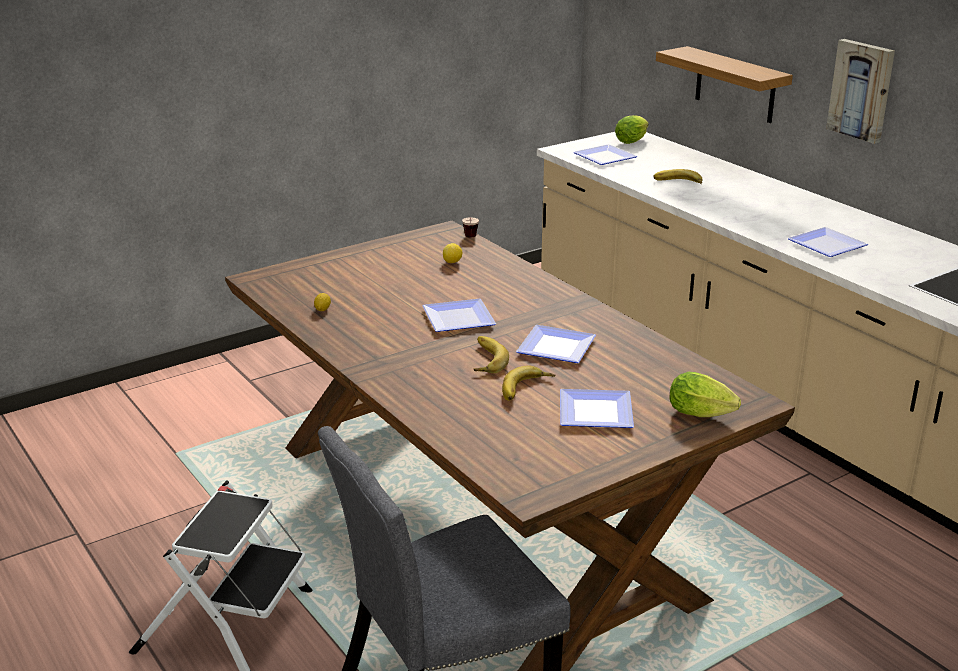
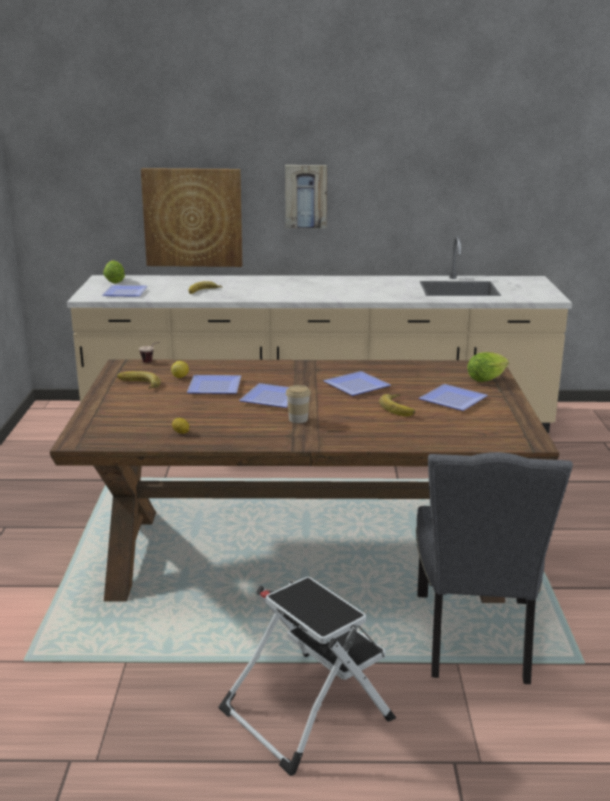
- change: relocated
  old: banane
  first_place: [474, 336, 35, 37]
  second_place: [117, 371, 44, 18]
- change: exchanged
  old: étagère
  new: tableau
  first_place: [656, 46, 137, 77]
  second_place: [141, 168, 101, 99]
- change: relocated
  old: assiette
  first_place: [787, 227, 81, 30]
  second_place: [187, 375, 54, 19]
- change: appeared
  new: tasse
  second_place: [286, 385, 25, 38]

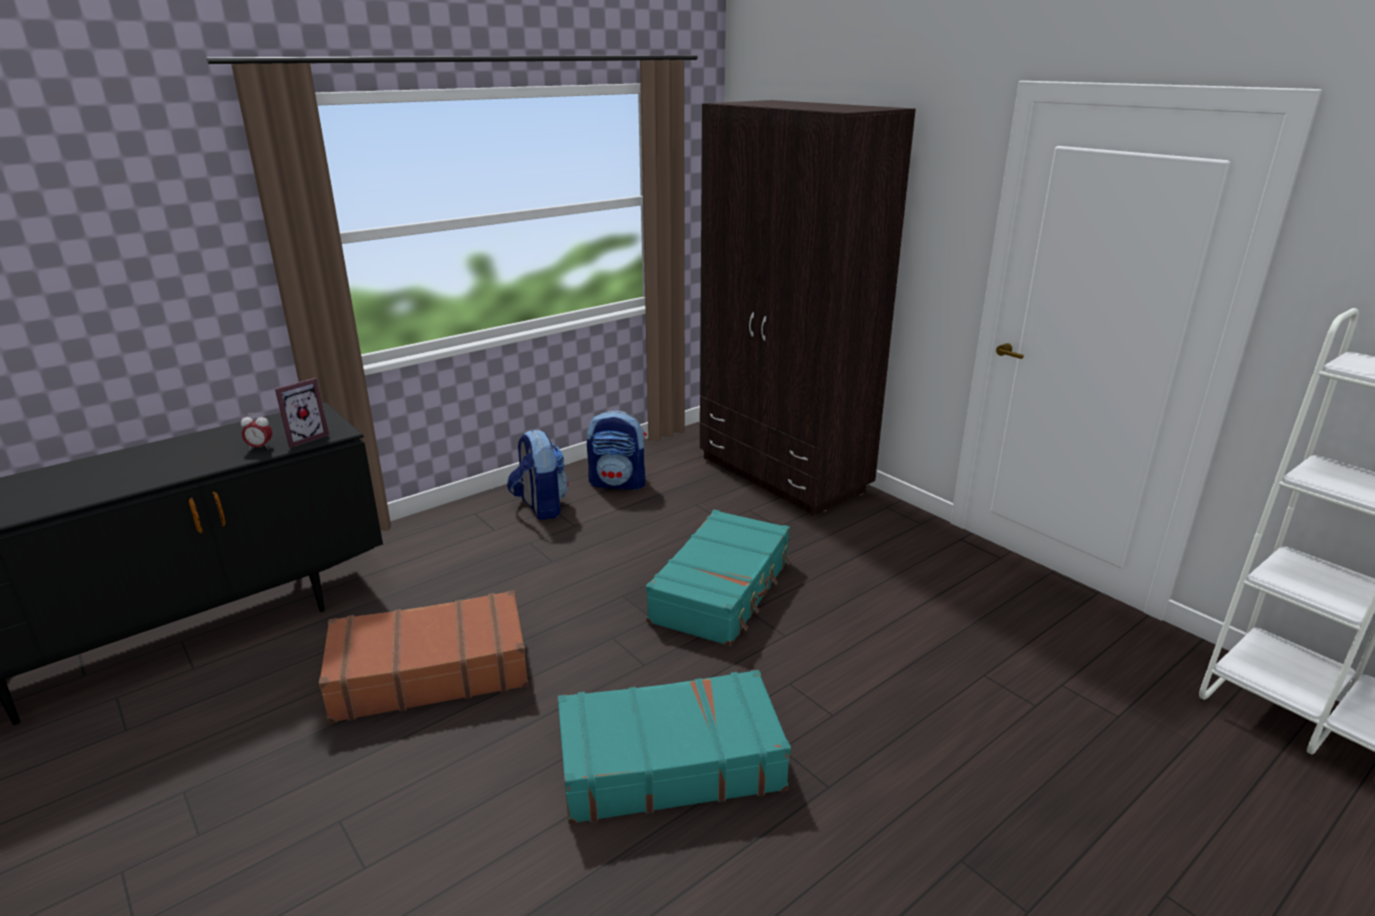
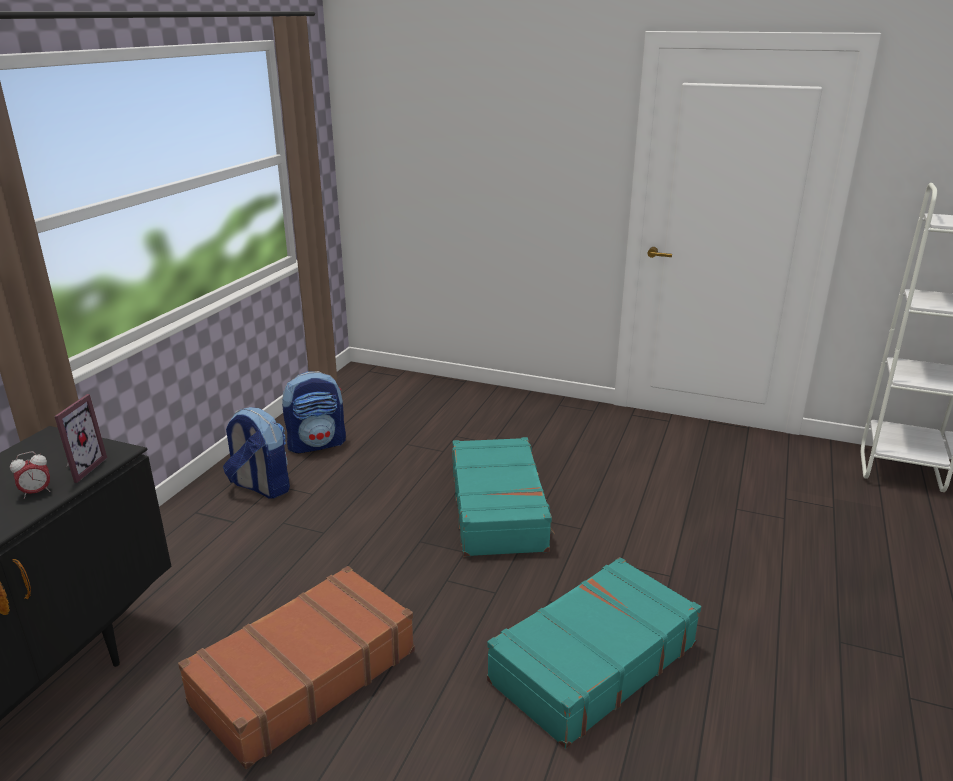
- change: missing
  old: armoire (marron)
  first_place: [700, 100, 216, 416]

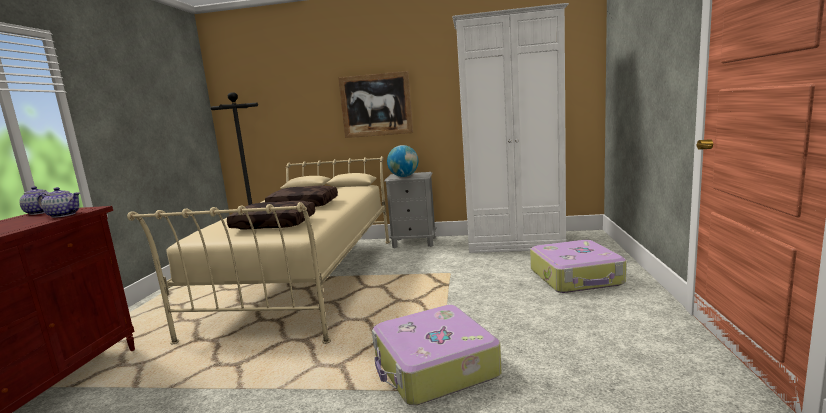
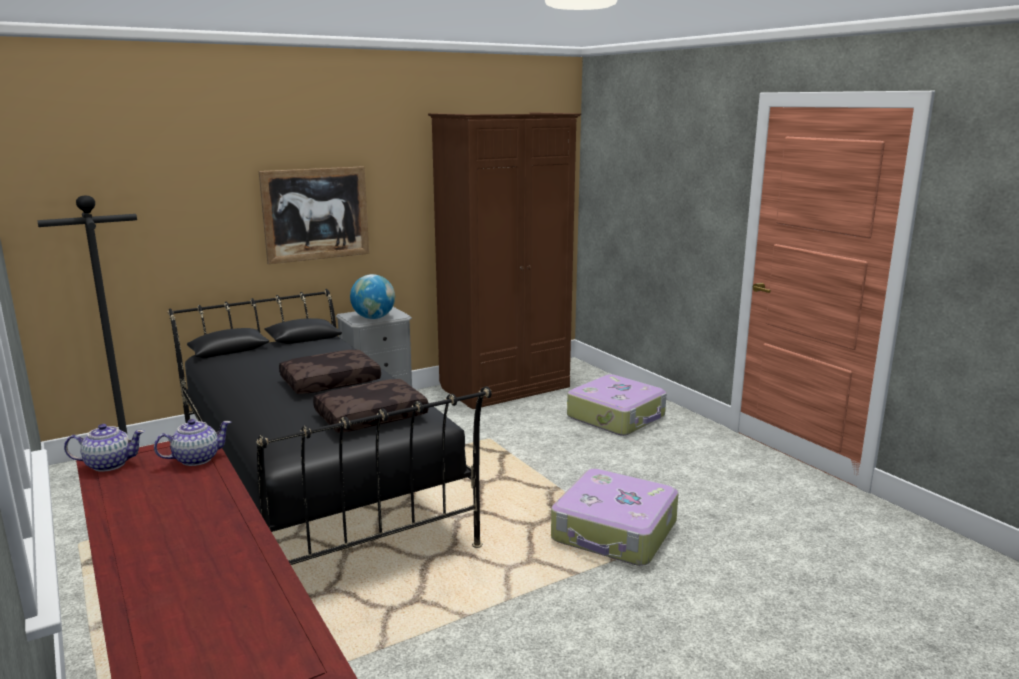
- change: colour
  old: lit (beige)
  new: lit (noir)
  first_place: [127, 156, 263, 189]
  second_place: [168, 289, 324, 276]
- change: colour
  old: armoire (blanc)
  new: armoire (marron)
  first_place: [452, 3, 117, 250]
  second_place: [428, 113, 153, 296]

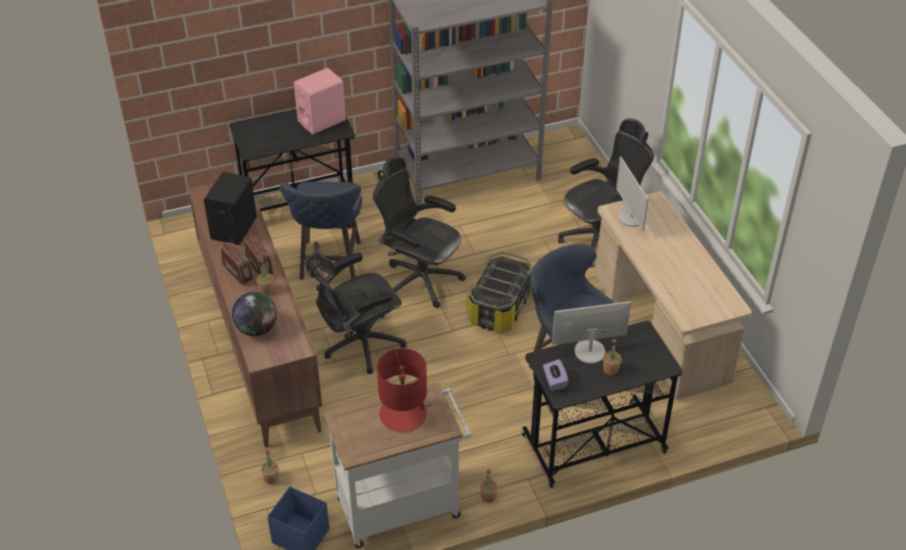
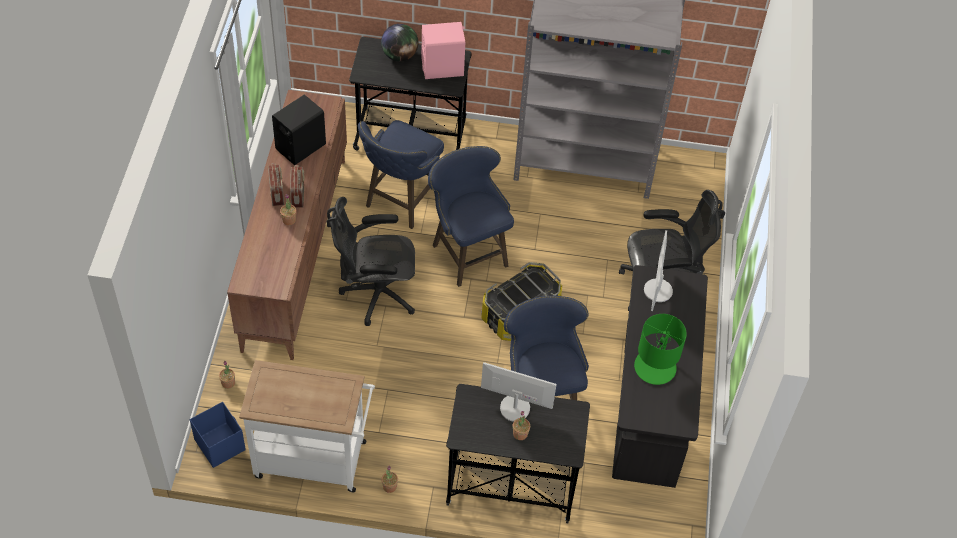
- change: relocated
  old: globe
  first_place: [232, 292, 45, 44]
  second_place: [381, 24, 38, 38]
- change: exchanged
  old: chaise de bureau
  new: tabouret (bleu)
  first_place: [373, 156, 93, 152]
  second_place: [428, 146, 86, 141]
- change: missing
  old: lampe de table (rouge)
  first_place: [377, 348, 55, 84]
- change: missing
  old: boîte à mouchoirs (violet)
  first_place: [543, 359, 25, 32]
- change: colour
  old: bureau (beige)
  new: bureau (noir)
  first_place: [595, 191, 157, 209]
  second_place: [612, 265, 96, 223]
- change: appeared
  new: lampe de table (vert)
  second_place: [634, 314, 53, 71]

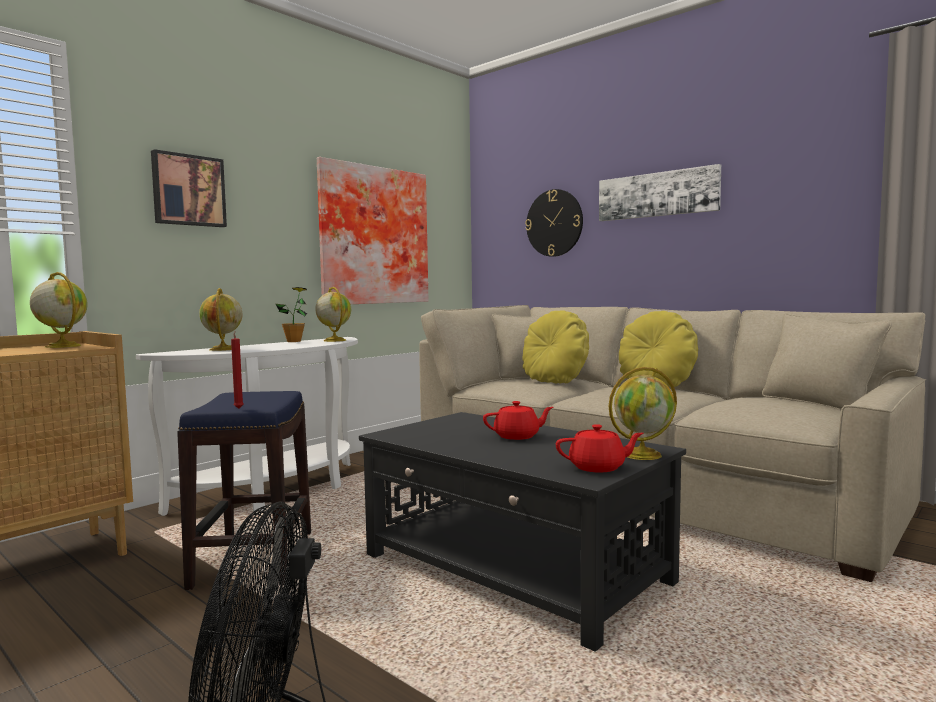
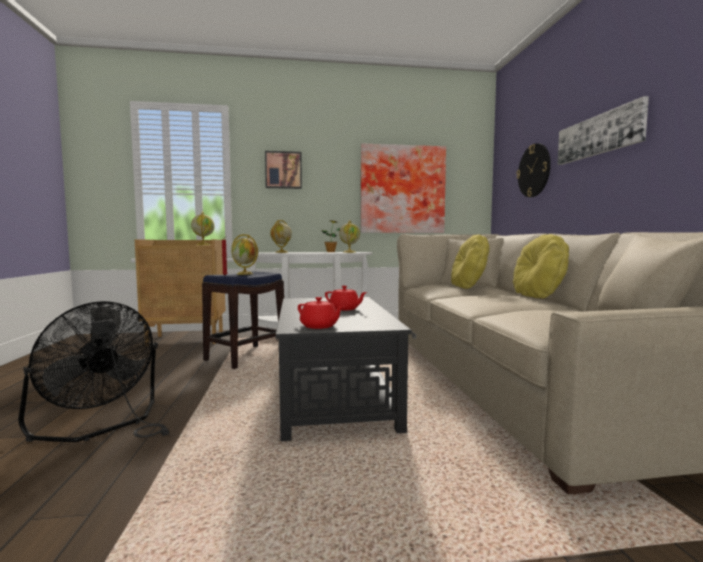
- change: relocated
  old: globe
  first_place: [608, 367, 69, 93]
  second_place: [231, 234, 27, 41]

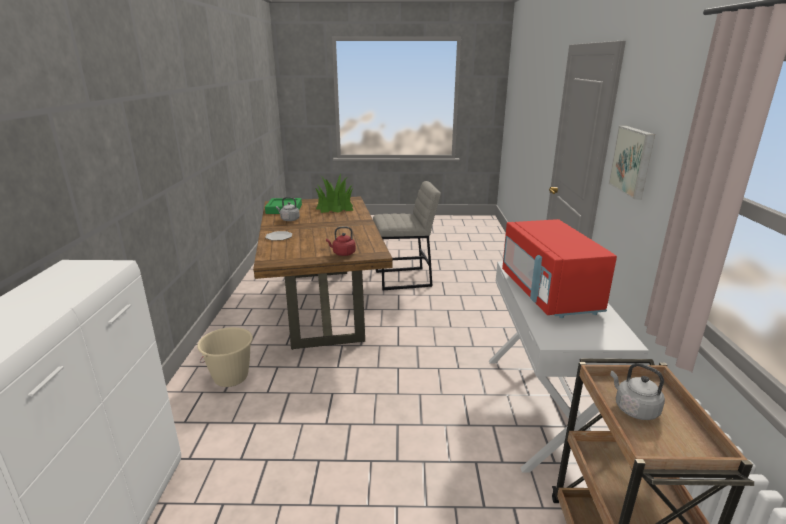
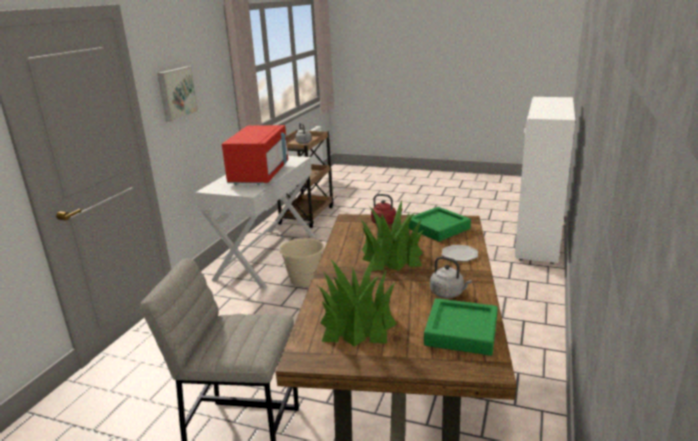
- change: relocated
  old: seau (beige)
  first_place: [197, 327, 56, 60]
  second_place: [279, 238, 45, 49]
- change: appeared
  new: plante en pot
  second_place: [361, 200, 63, 71]
- change: appeared
  new: plateau (vert)
  second_place: [409, 207, 62, 35]

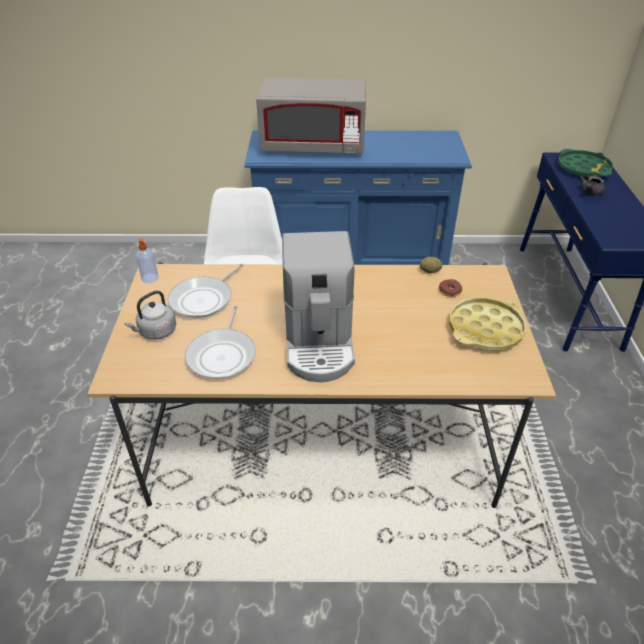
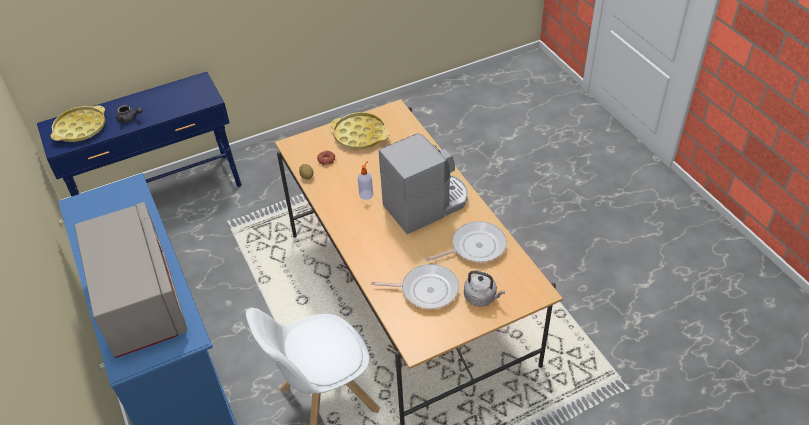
- change: relocated
  old: distributeur de savon
  first_place: [136, 238, 23, 45]
  second_place: [358, 161, 15, 39]
- change: colour
  old: plateau (vert)
  new: plateau (jaune)
  first_place: [558, 149, 55, 28]
  second_place: [51, 105, 55, 37]

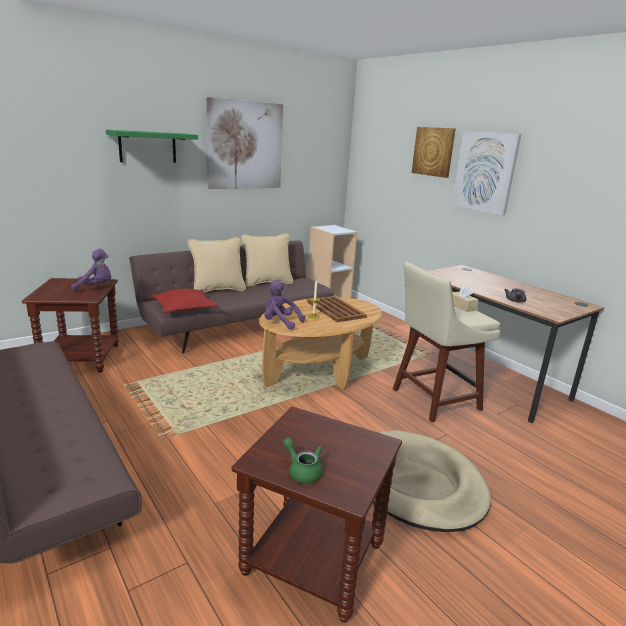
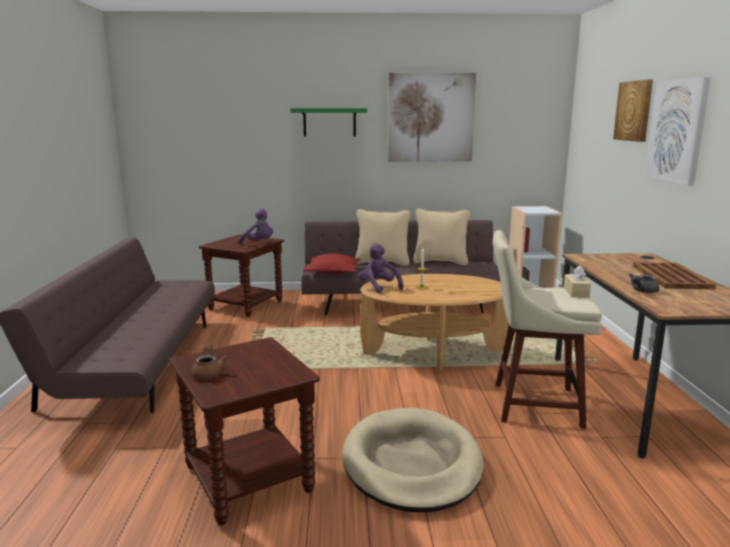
- change: colour
  old: théière (vert)
  new: théière (marron)
  first_place: [283, 438, 40, 45]
  second_place: [192, 343, 36, 36]
- change: relocated
  old: plateau (marron)
  first_place: [307, 296, 60, 26]
  second_place: [633, 262, 83, 27]

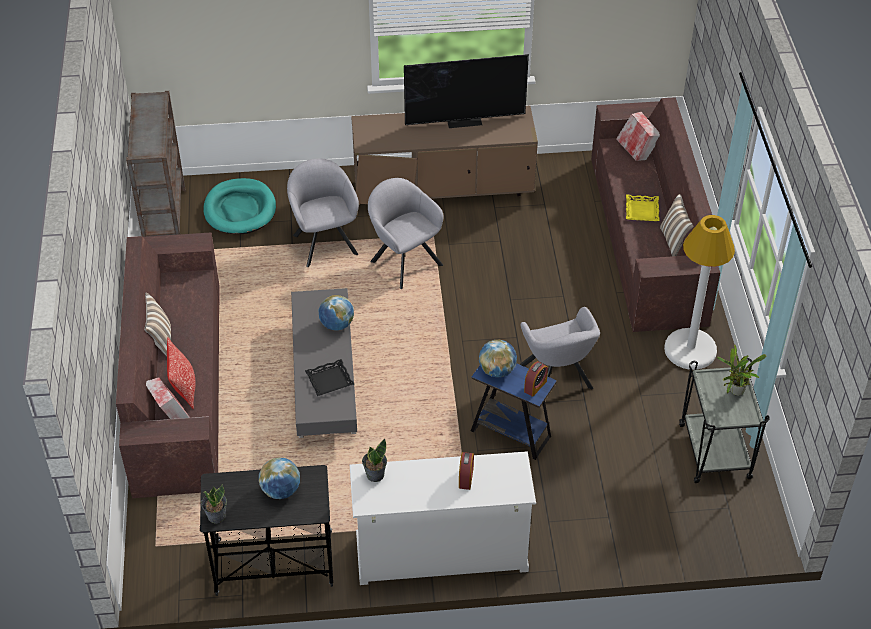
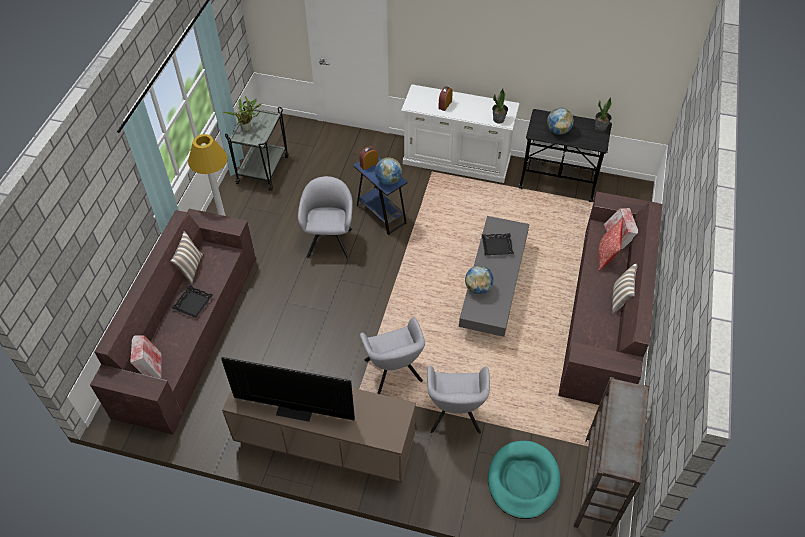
- change: colour
  old: plateau (jaune)
  new: plateau (noir)
  first_place: [626, 194, 34, 27]
  second_place: [172, 285, 41, 33]

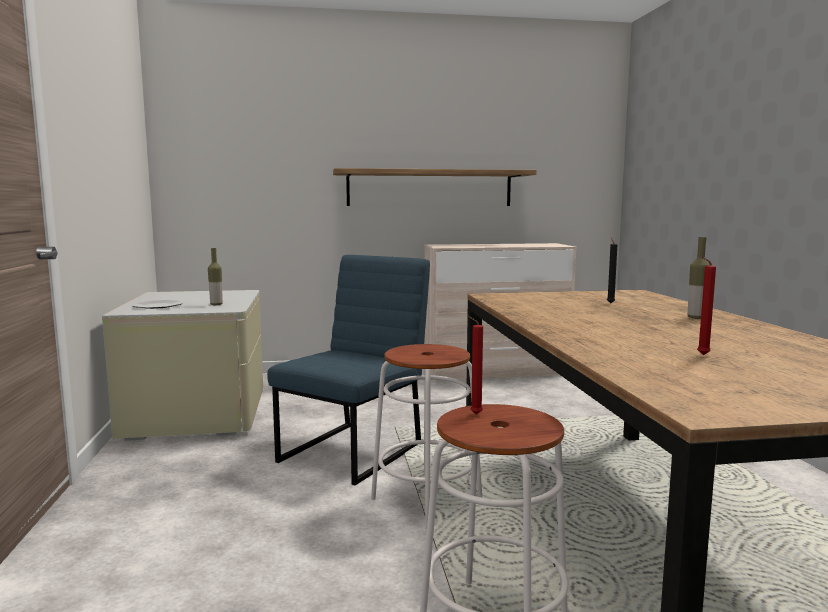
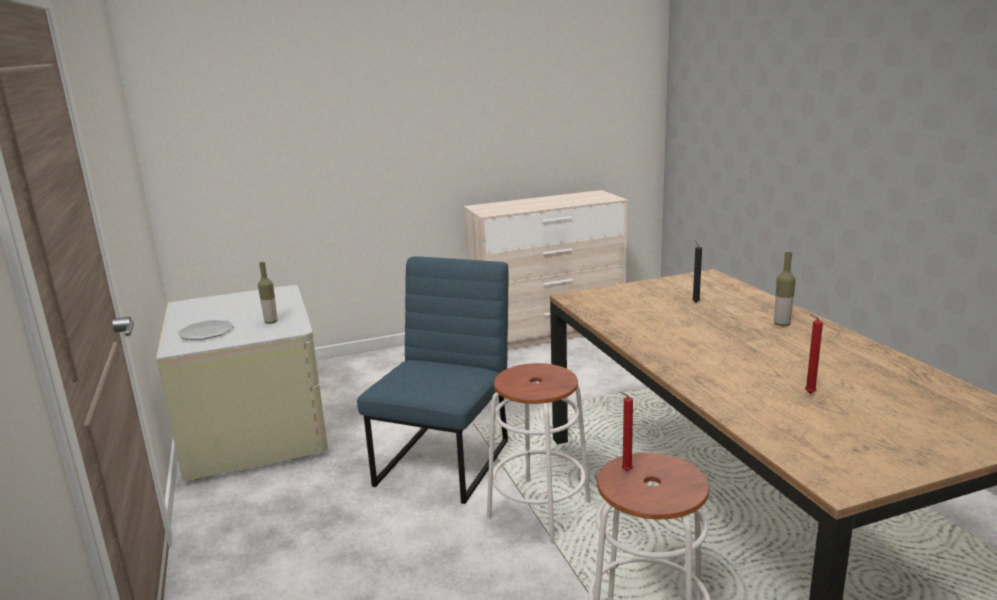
- change: missing
  old: étagère
  first_place: [333, 168, 204, 38]

